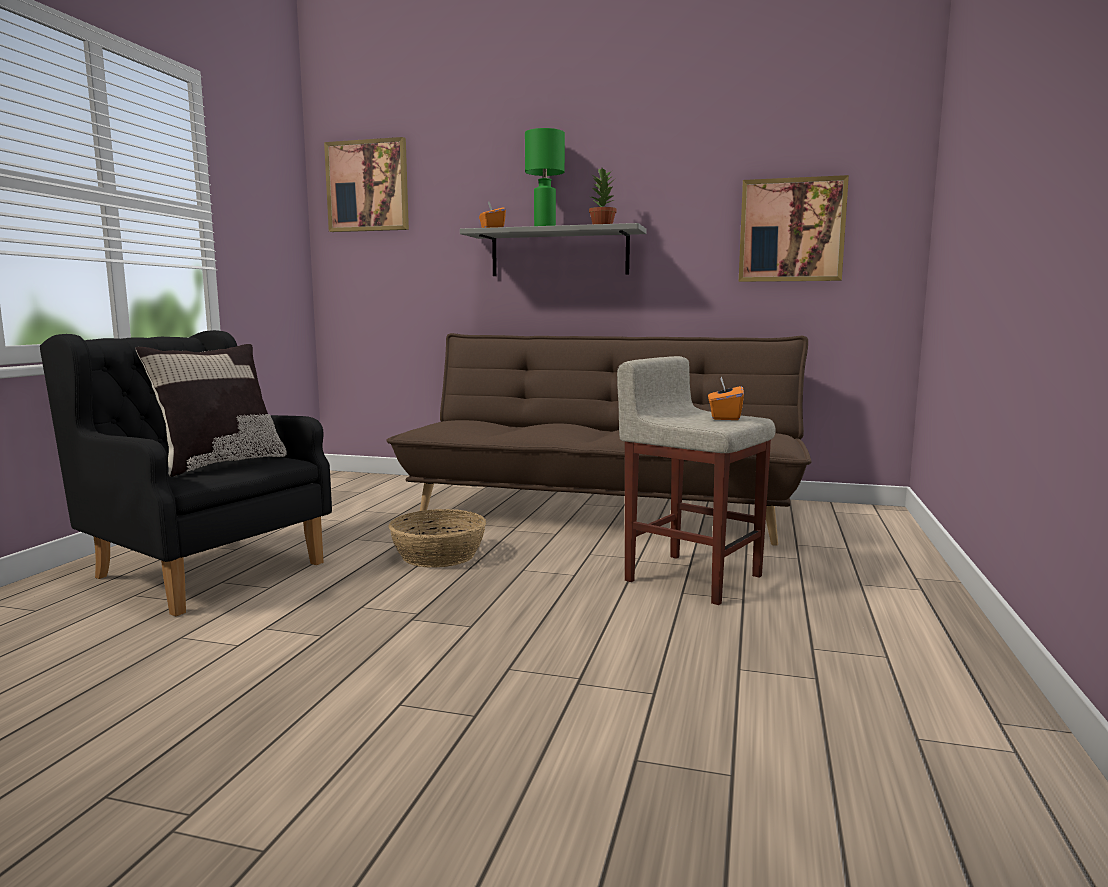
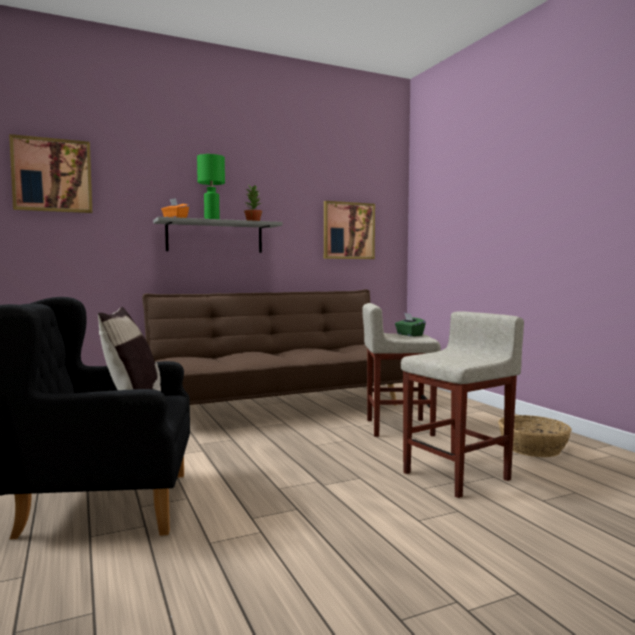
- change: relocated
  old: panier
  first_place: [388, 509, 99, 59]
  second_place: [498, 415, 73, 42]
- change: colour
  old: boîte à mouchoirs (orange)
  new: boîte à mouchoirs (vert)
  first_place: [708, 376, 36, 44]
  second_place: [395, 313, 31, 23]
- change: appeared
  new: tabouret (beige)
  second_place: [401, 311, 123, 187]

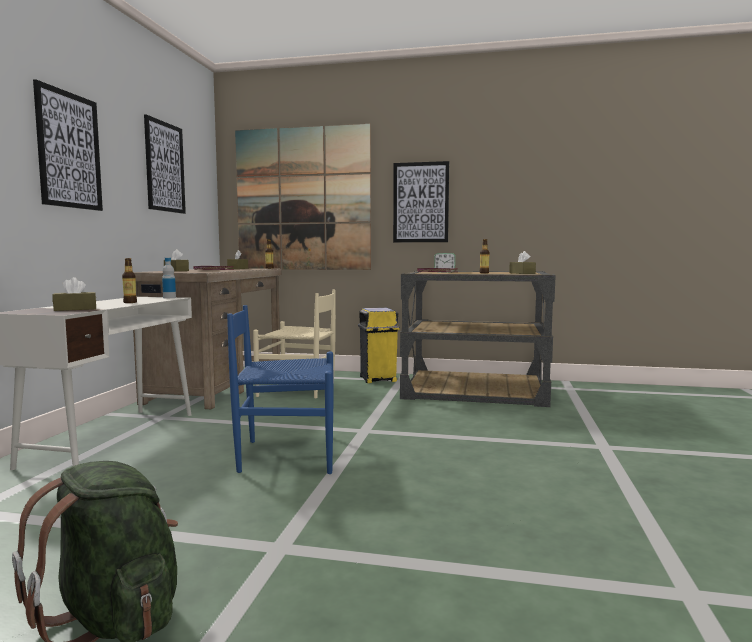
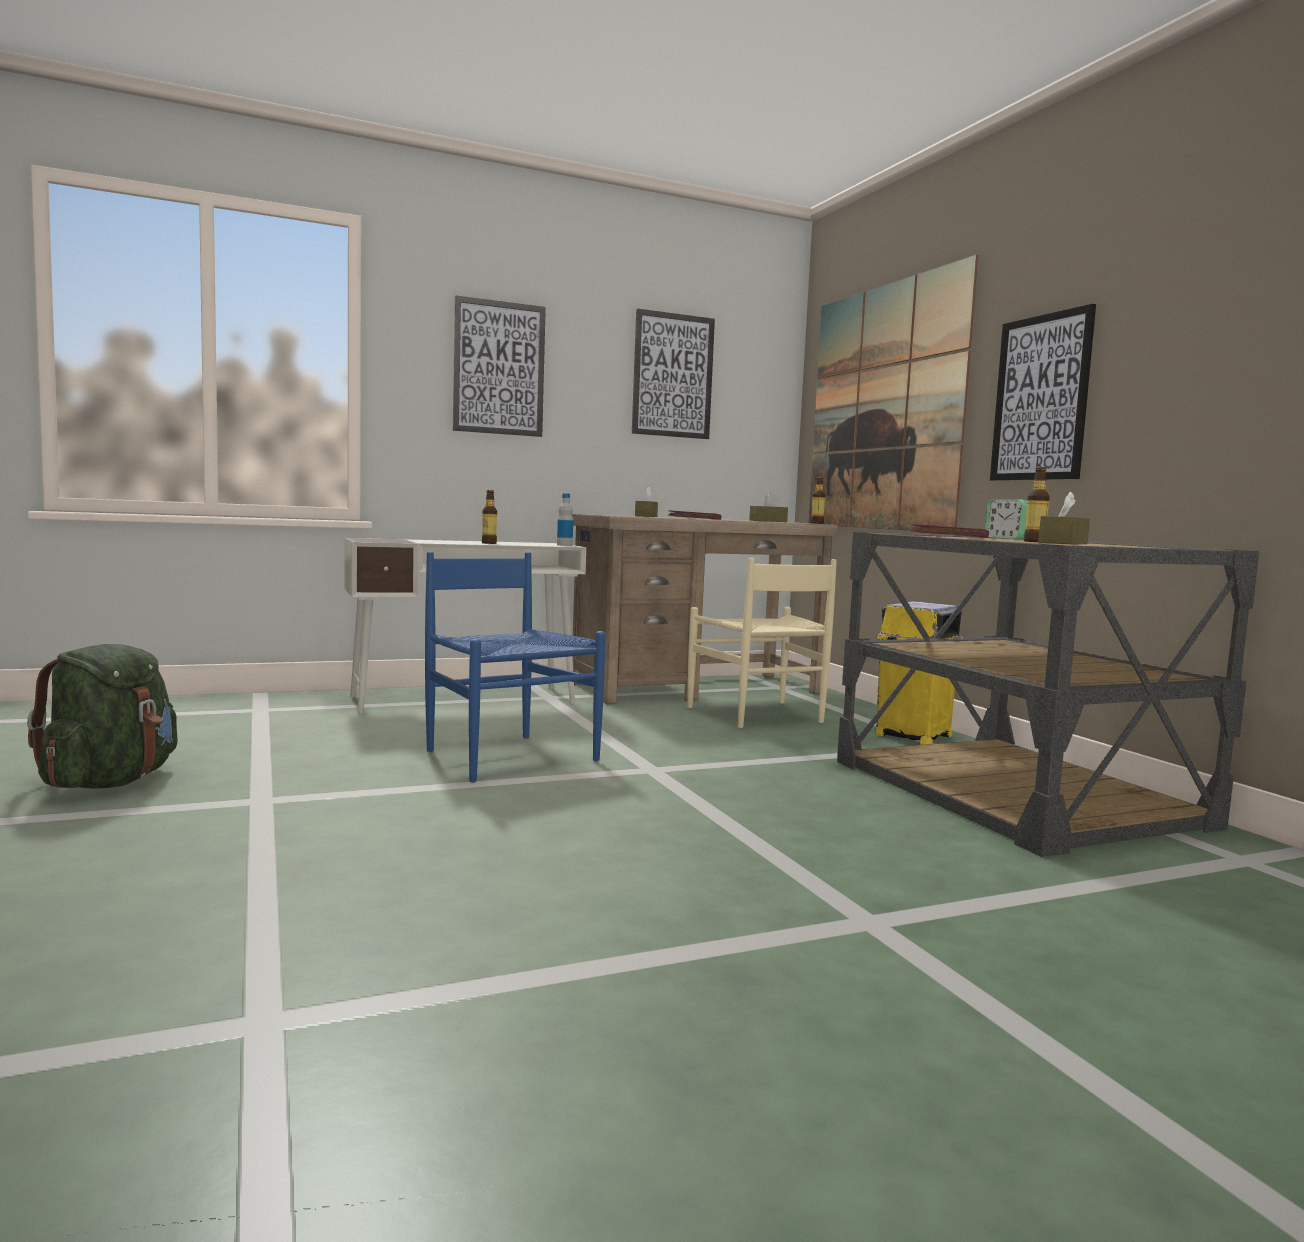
- change: missing
  old: boîte à mouchoirs (marron)
  first_place: [53, 277, 44, 34]

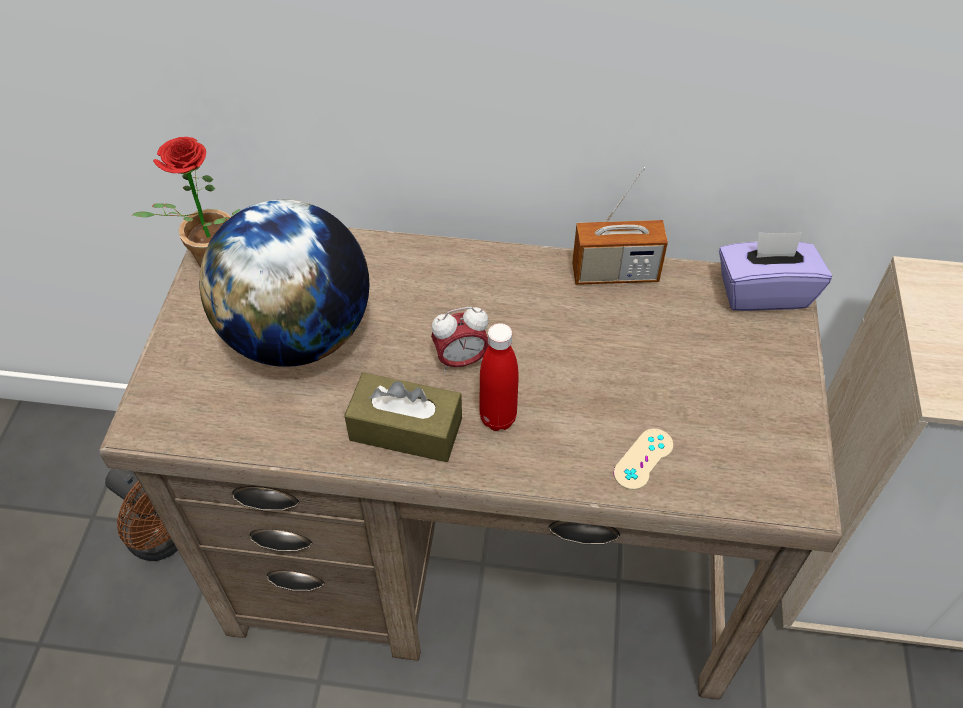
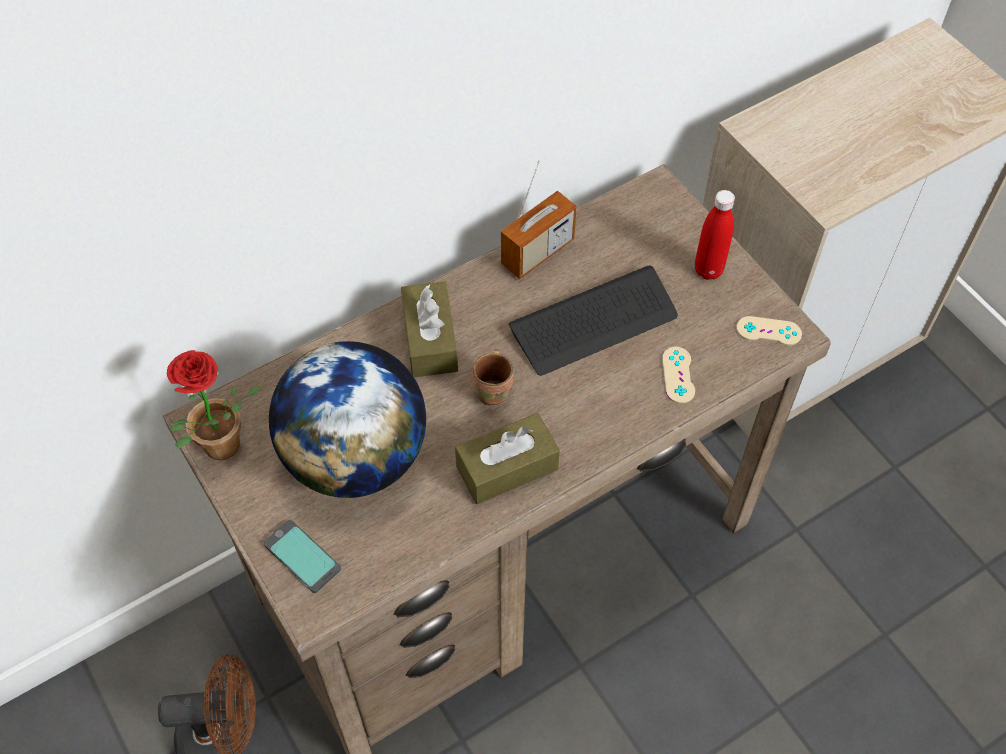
- change: exchanged
  old: réveil
  new: mug (marron)
  first_place: [431, 307, 58, 65]
  second_place: [471, 349, 43, 57]
- change: relocated
  old: bouteille (rouge)
  first_place: [480, 323, 39, 108]
  second_place: [695, 190, 40, 90]
- change: missing
  old: boîte à mouchoirs (violet)
  first_place: [719, 232, 113, 79]
- change: appeared
  new: téléphone
  second_place: [263, 520, 78, 73]
- change: appeared
  new: boîte à mouchoirs (marron)
  second_place: [401, 282, 57, 95]
- change: appeared
  new: clavier
  second_place: [509, 266, 169, 110]
- change: appeared
  new: manette (beige)
  second_place: [736, 316, 66, 29]

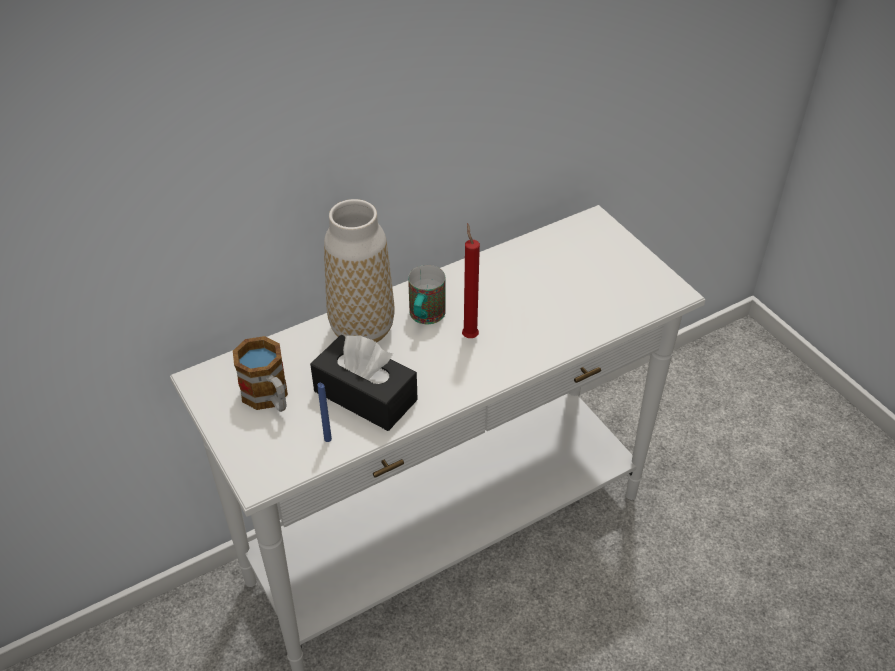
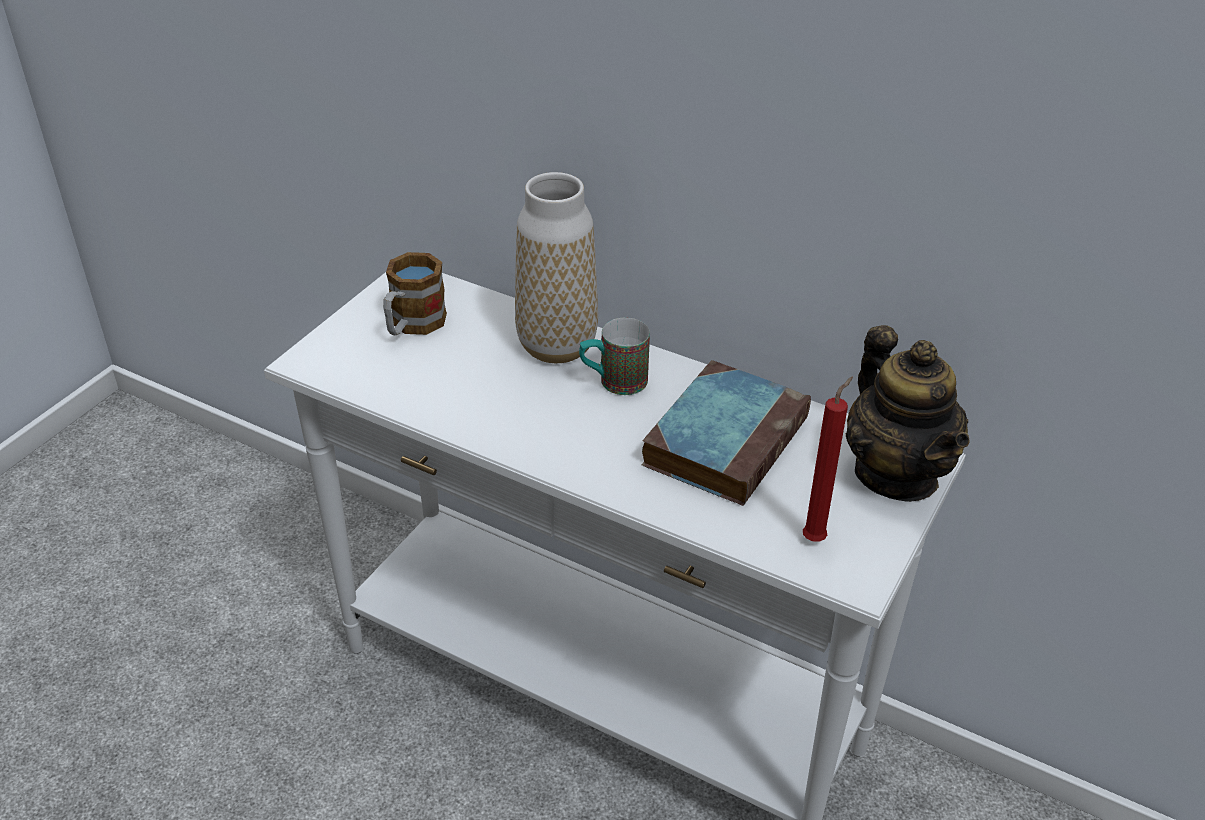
- change: missing
  old: boîte à mouchoirs (noir)
  first_place: [310, 335, 108, 96]
- change: missing
  old: bougie (bleu)
  first_place: [318, 383, 14, 59]
- change: relocated
  old: bougie (rouge)
  first_place: [462, 223, 18, 115]
  second_place: [803, 377, 50, 165]
- change: appeared
  new: livre
  second_place: [642, 360, 169, 146]
- change: appeared
  new: théière
  second_place: [846, 325, 124, 177]

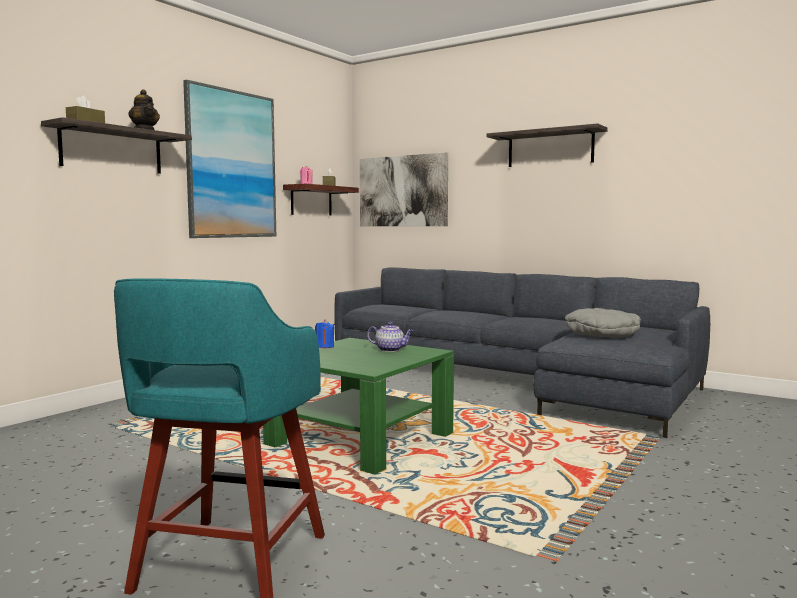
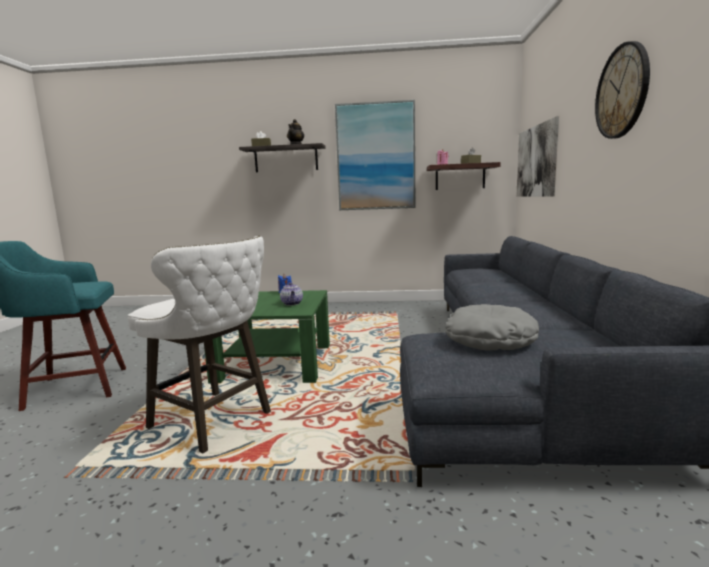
- change: exchanged
  old: étagère
  new: horloge murale
  first_place: [487, 123, 120, 44]
  second_place: [595, 41, 55, 98]
- change: appeared
  new: tabouret (blanc)
  second_place: [128, 236, 143, 217]

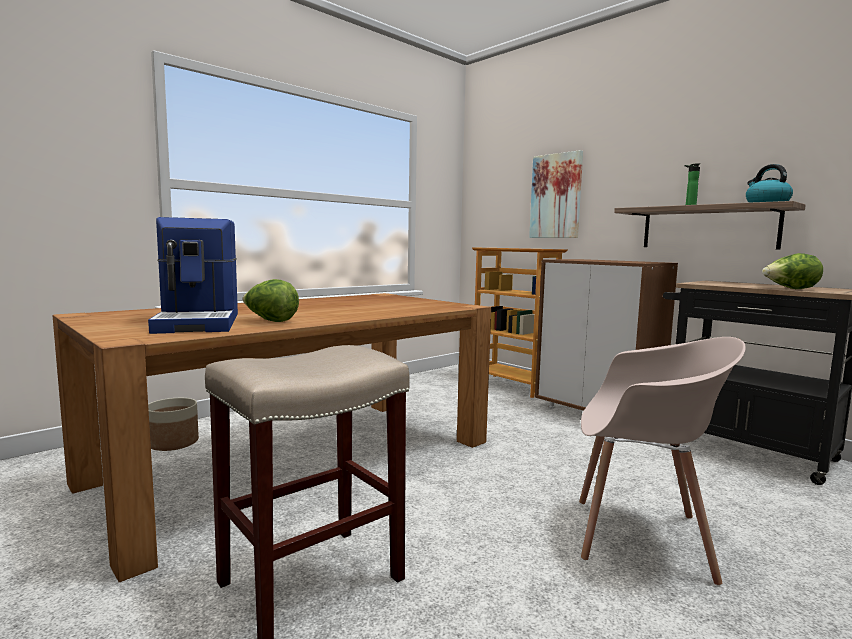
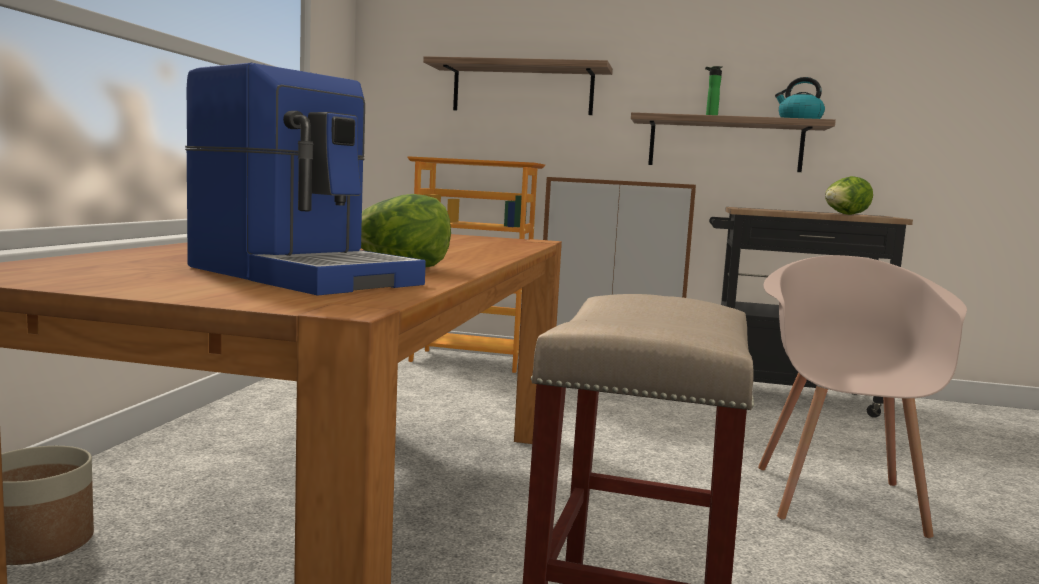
- change: exchanged
  old: tableau
  new: étagère
  first_place: [529, 150, 54, 88]
  second_place: [423, 56, 190, 59]
- change: spun
  old: chaise (beige)
  first_place: [579, 337, 167, 248]
  second_place: [758, 255, 209, 283]
  degrees: -60

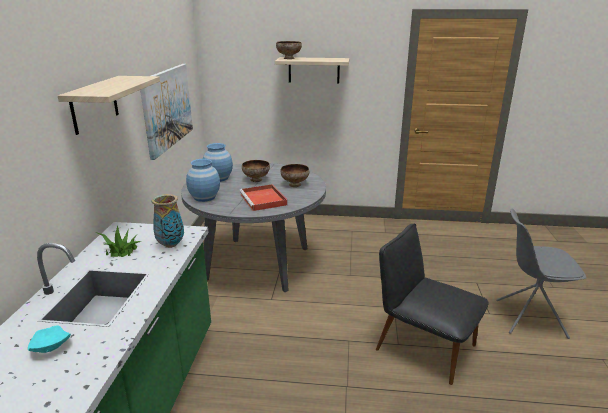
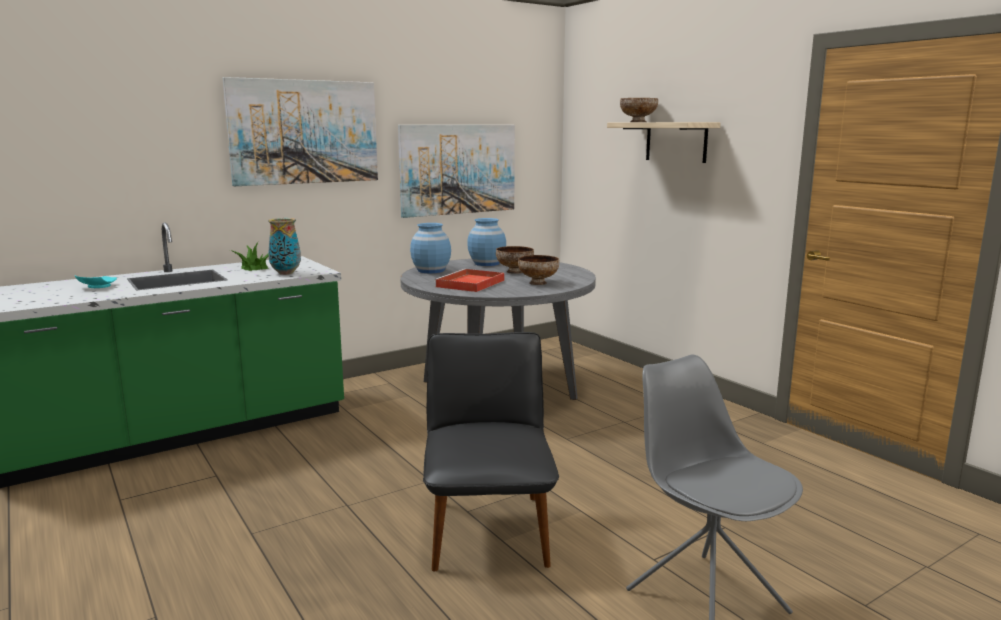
- change: exchanged
  old: étagère
  new: tableau
  first_place: [58, 76, 102, 59]
  second_place: [223, 77, 155, 109]

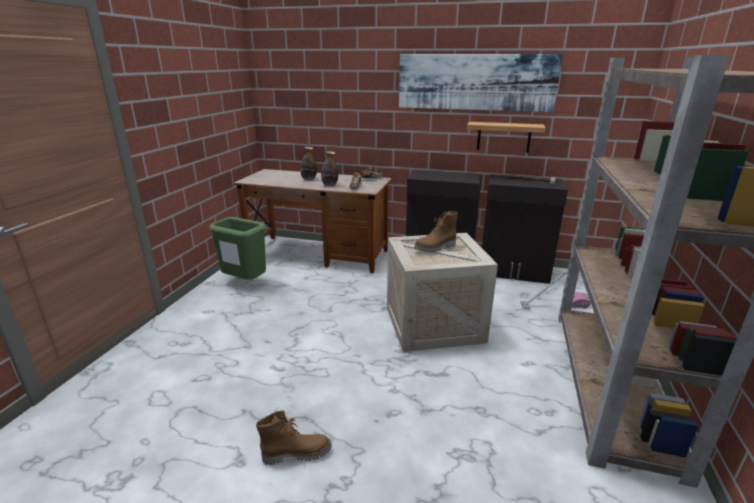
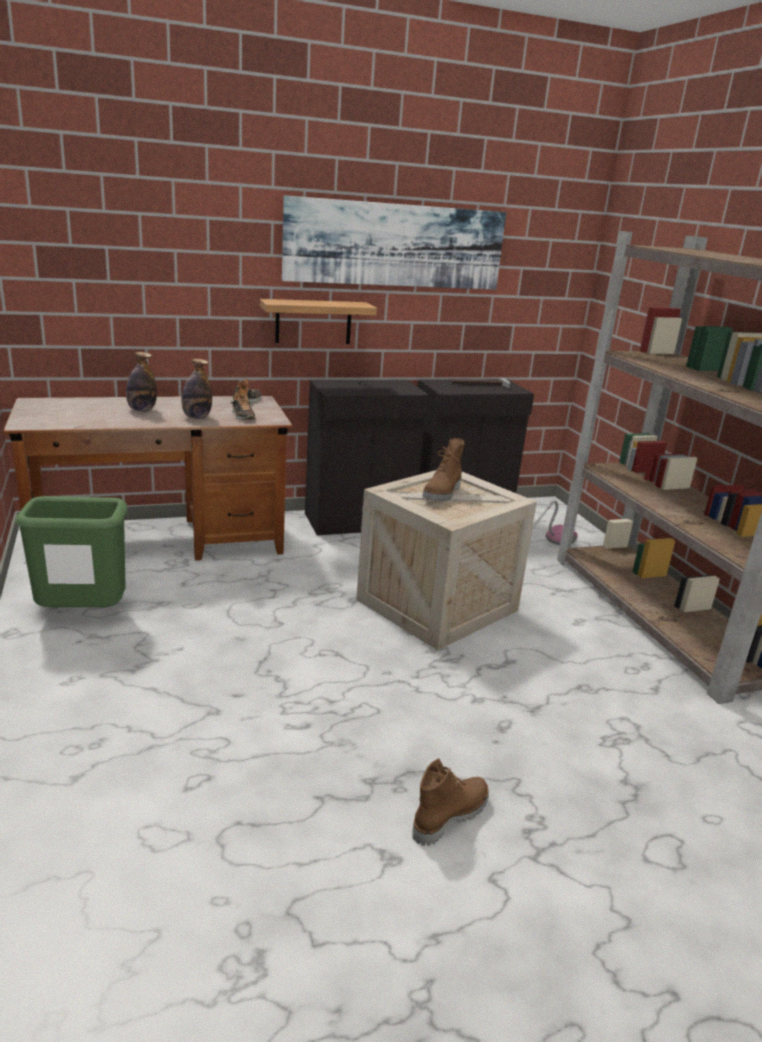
- change: relocated
  old: étagère
  first_place: [467, 122, 79, 31]
  second_place: [260, 299, 117, 45]

